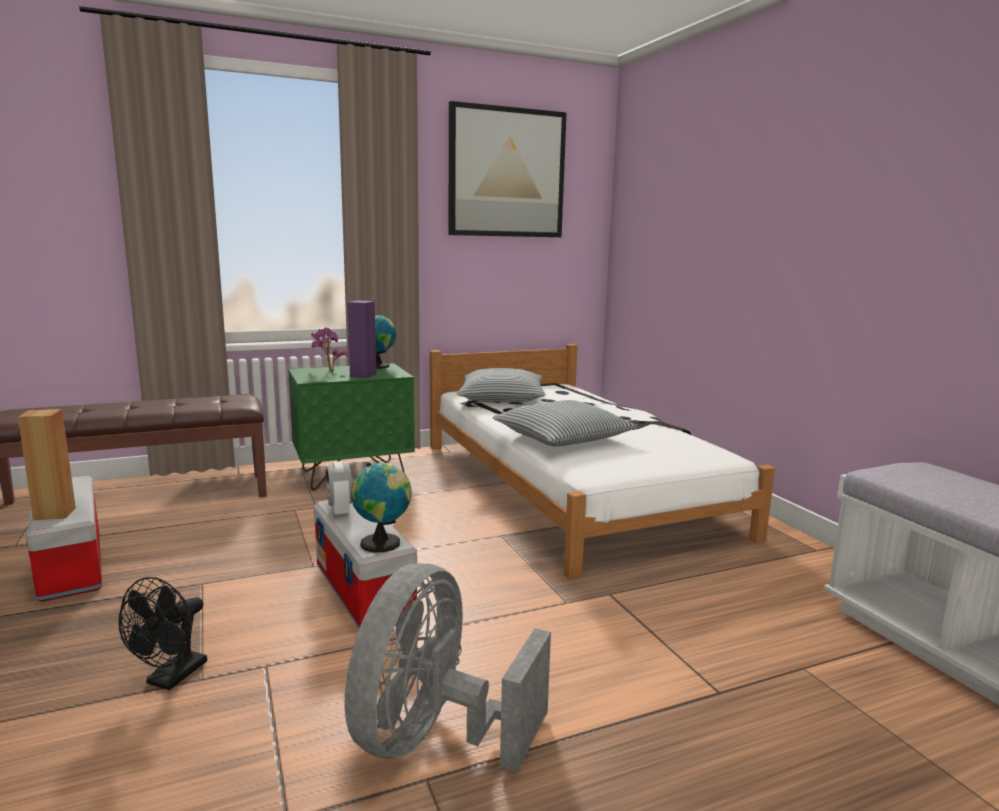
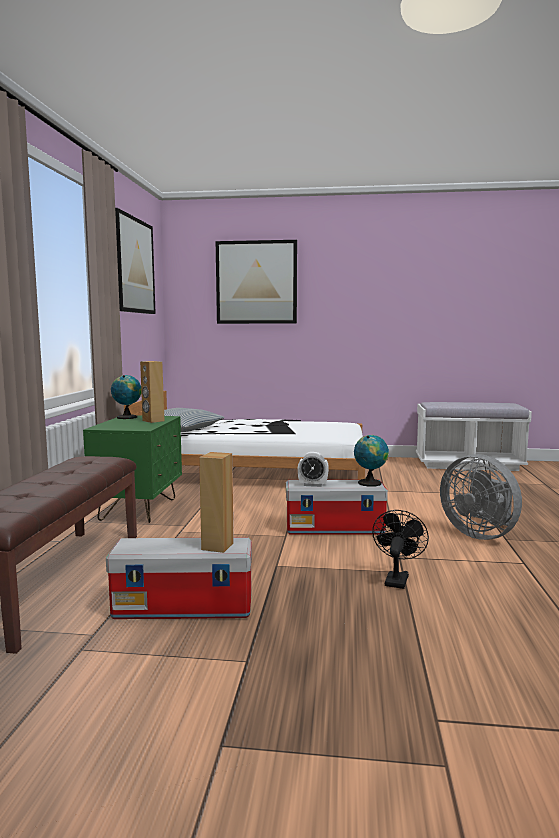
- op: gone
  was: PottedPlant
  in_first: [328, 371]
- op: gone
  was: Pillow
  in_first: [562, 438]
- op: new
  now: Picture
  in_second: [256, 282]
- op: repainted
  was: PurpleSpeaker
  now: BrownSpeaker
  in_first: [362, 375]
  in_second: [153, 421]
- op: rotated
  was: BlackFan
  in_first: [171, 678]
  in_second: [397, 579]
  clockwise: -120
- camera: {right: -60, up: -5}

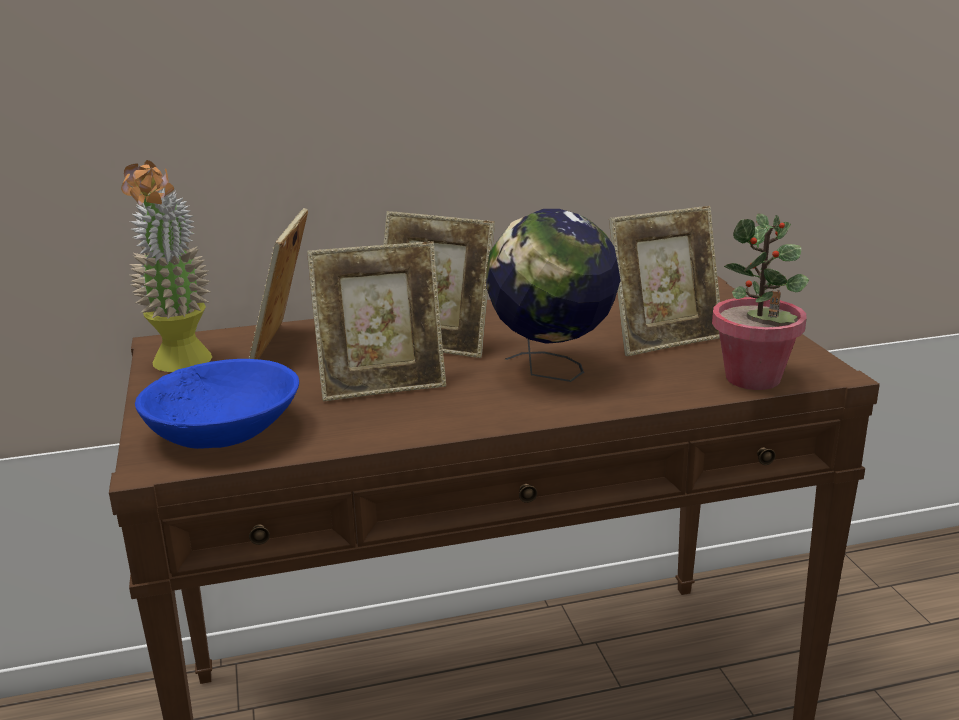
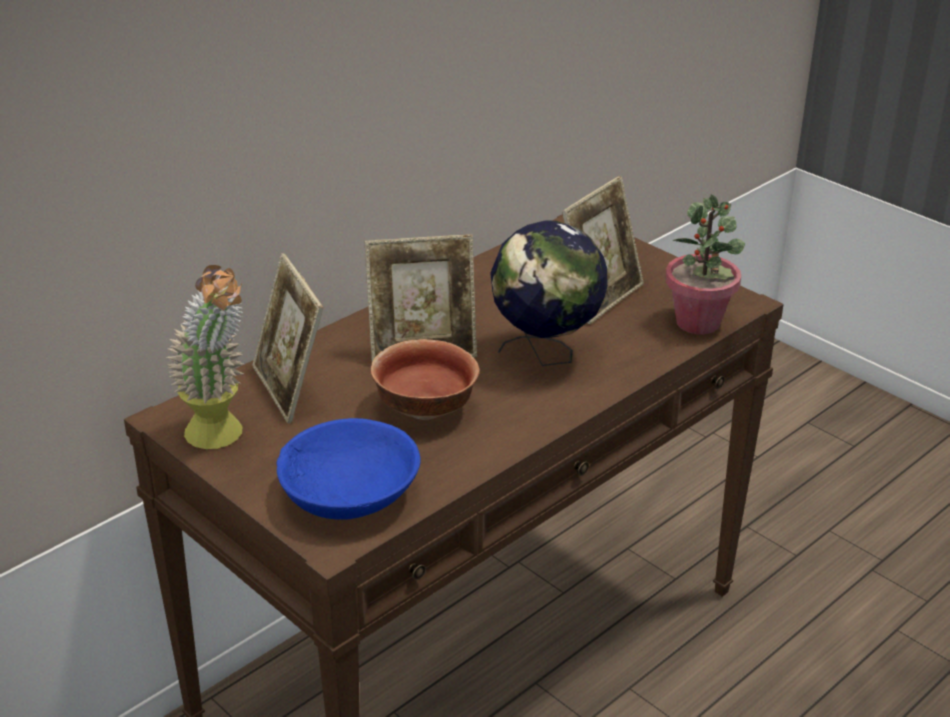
- op: swapped
  was: PictureFrame
  now: Bowl
  in_first: [382, 385]
  in_second: [426, 408]
- camera: {right: -30, up: 10}

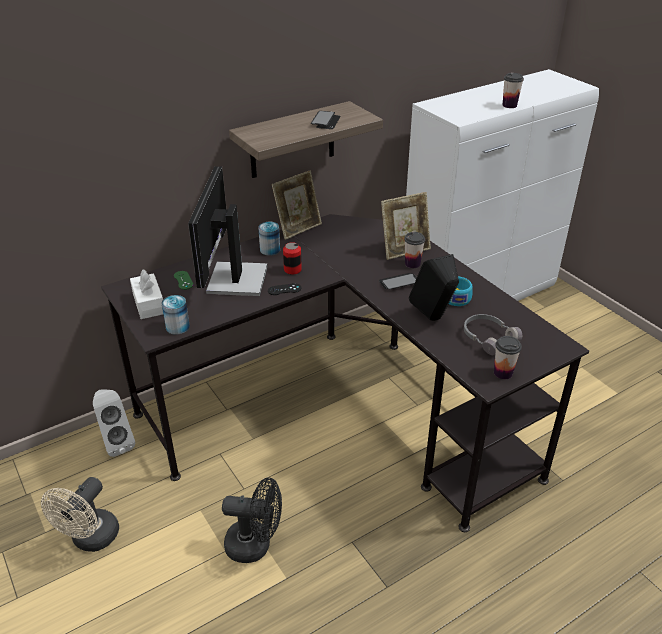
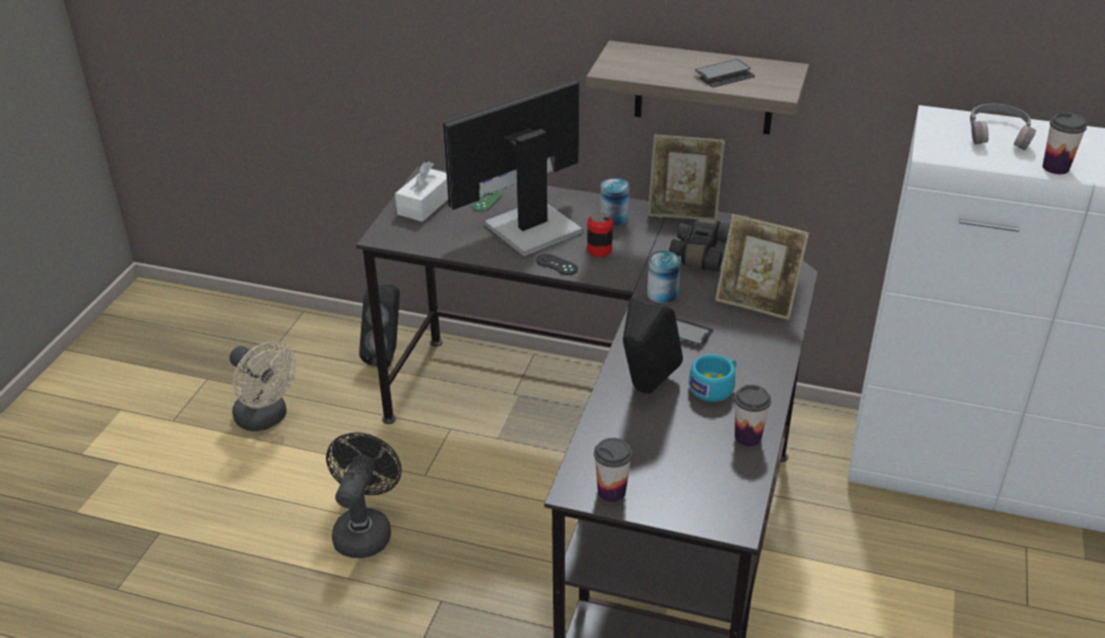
- op: new
  now: BlackBinoculars
  in_second: [699, 253]
- op: shifted
  was: Can
  in_first: [177, 327]
  in_second: [662, 294]
- op: shifted
  was: Cup
  in_first: [412, 264]
  in_second: [747, 437]
- op: shifted
  was: GreyHeadphones
  in_first: [488, 338]
  in_second: [999, 134]
- op: repainted
  was: WhiteSpeaker
  now: BlackSpeaker
  in_first: [116, 443]
  in_second: [387, 355]
- op: rotated
  was: BeigeFan
  in_first: [91, 540]
  in_second: [266, 419]
  clockwise: -120
- op: rotated
  was: BlackFan
  in_first: [255, 545]
  in_second: [365, 529]
  clockwise: -135
- camera: {right: 50, up: 0}

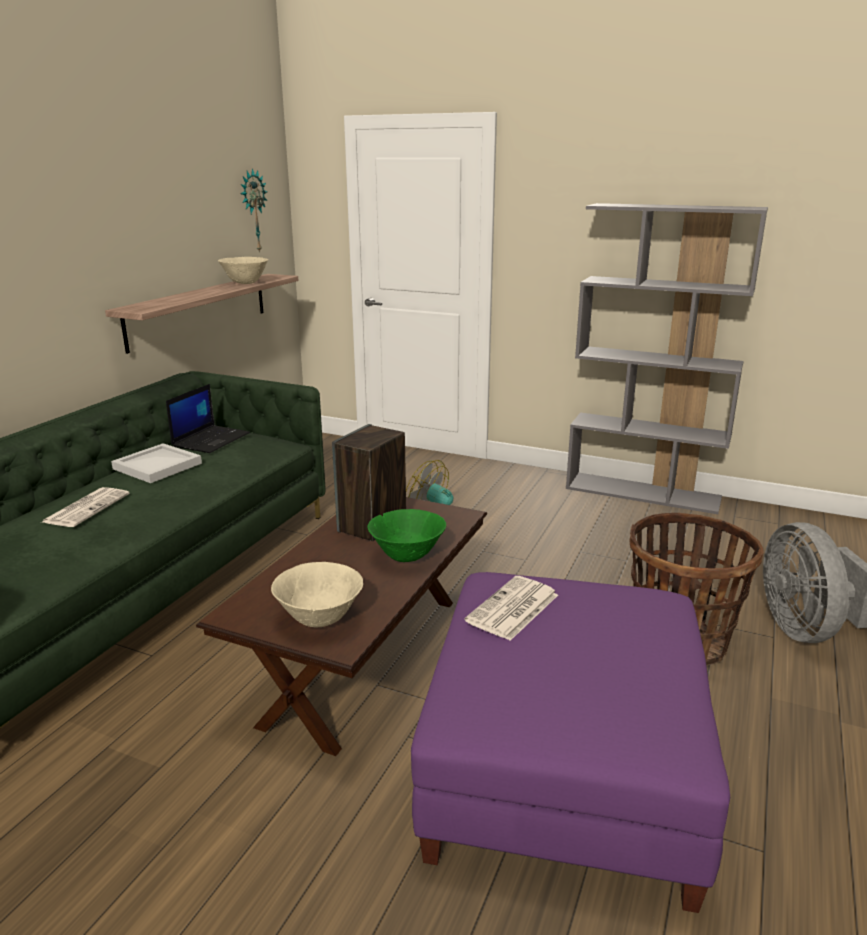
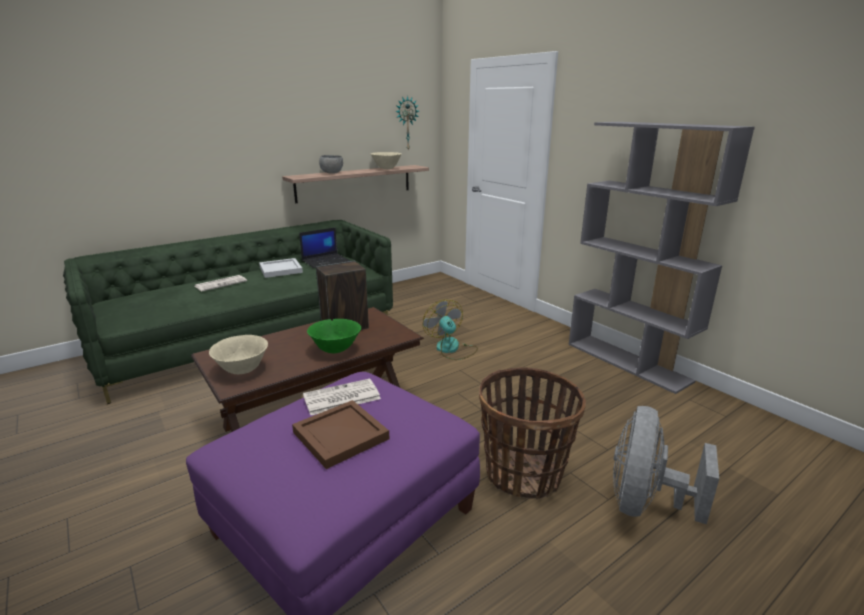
- op: new
  now: BrownTray
  in_second: [342, 435]
- op: new
  now: GreyBowl
  in_second: [332, 173]
- camera: {right: 30, up: 0}

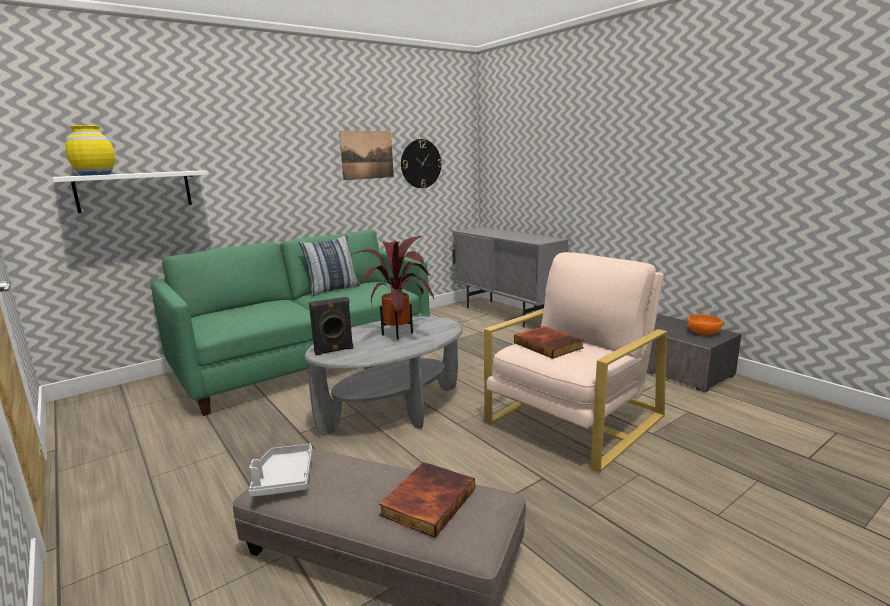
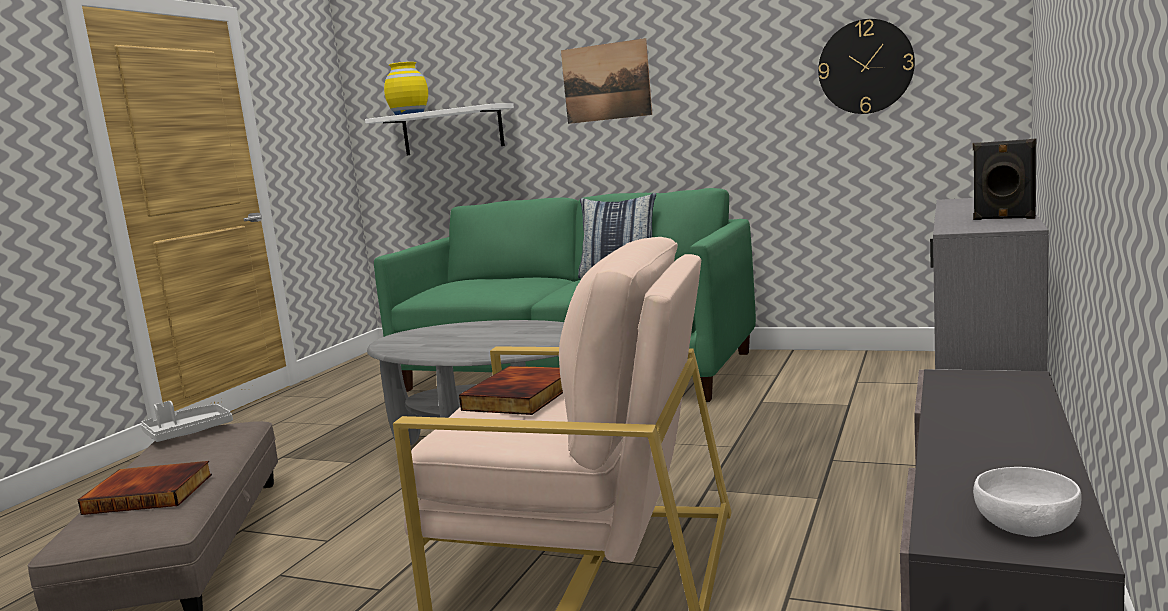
- op: gone
  was: PottedPlant
  in_first: [401, 333]
- op: shifted
  was: BlackSpeaker
  in_first: [334, 351]
  in_second: [1004, 218]
- op: shifted
  was: Picture
  in_first: [367, 155]
  in_second: [606, 82]
- op: repainted
  was: OrangeBowl
  now: WhiteBowl
  in_first: [703, 332]
  in_second: [1026, 525]
- camera: {right: 60, up: -5}

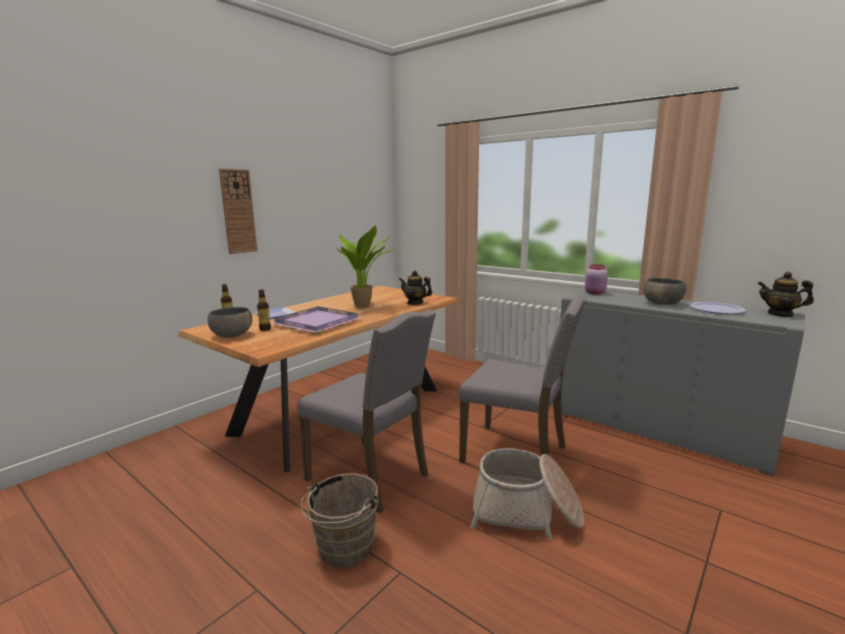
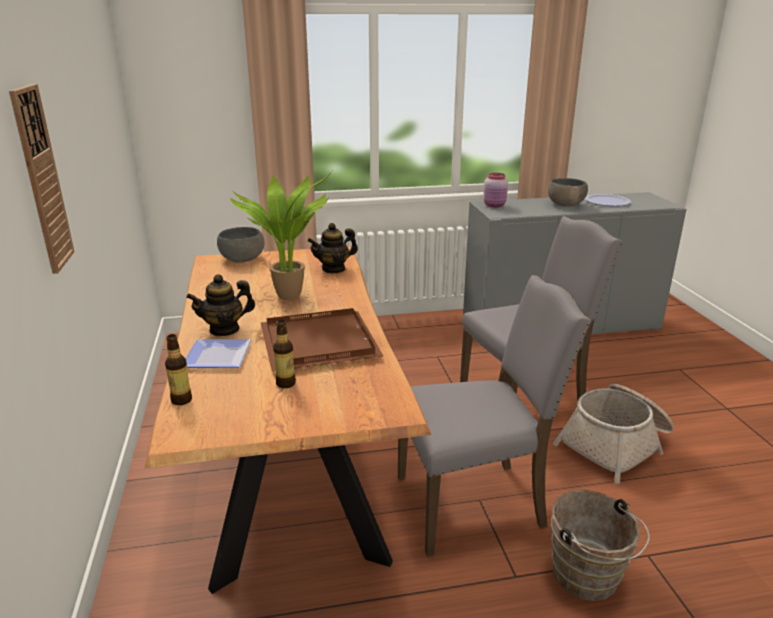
- op: shifted
  was: GreyBowl
  in_first: [232, 335]
  in_second: [242, 259]
- op: shifted
  was: Teapot
  in_first: [780, 314]
  in_second: [224, 329]
- op: repainted
  was: PurpleTray
  now: BrownTray
  in_first: [317, 323]
  in_second: [321, 343]
- camera: {right: -50, up: 10}

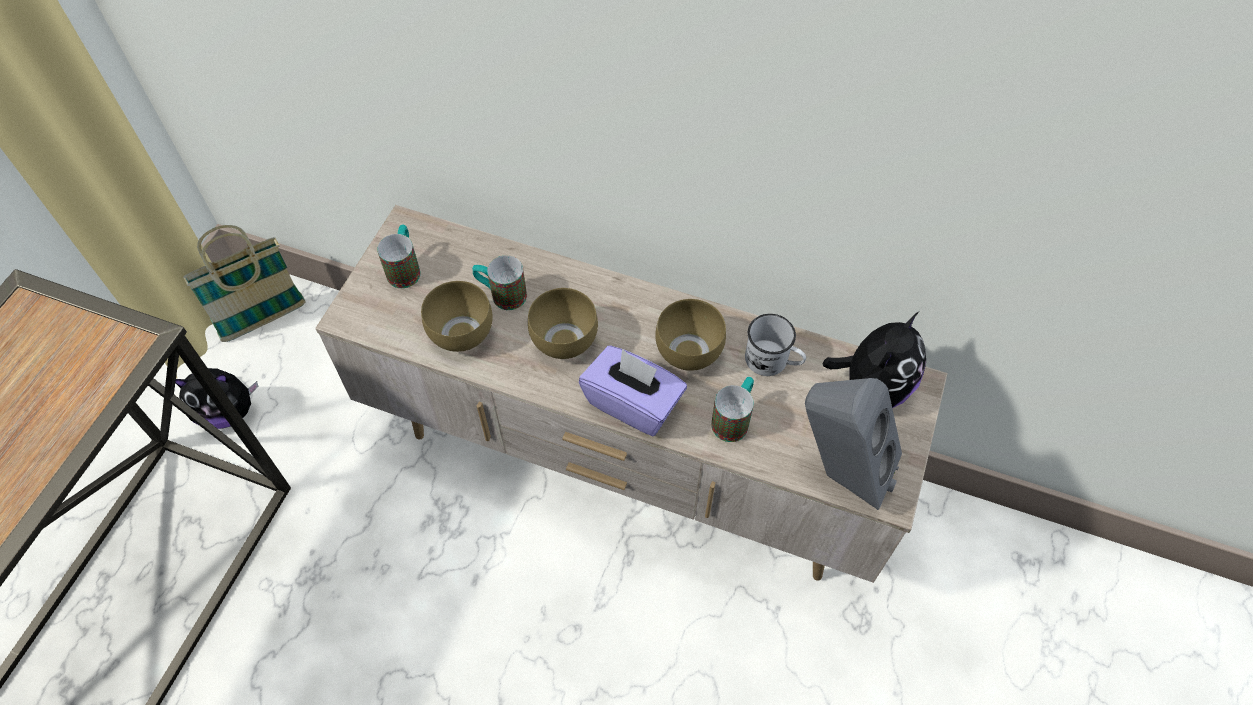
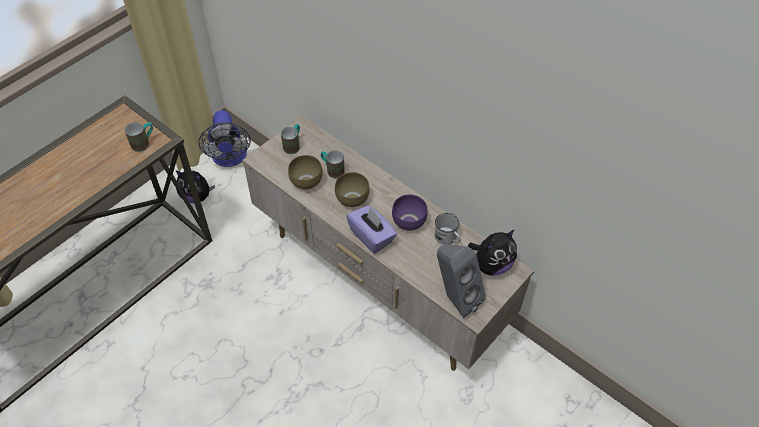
- op: shifted
  was: Mug
  in_first: [734, 418]
  in_second: [144, 143]
- op: swapped
  was: Basket
  now: Fan
  in_first: [264, 320]
  in_second: [230, 158]
- op: repainted
  was: BrownBowl
  now: PurpleBowl
  in_first: [687, 354]
  in_second: [407, 222]
- camera: {right: 20, up: -5}

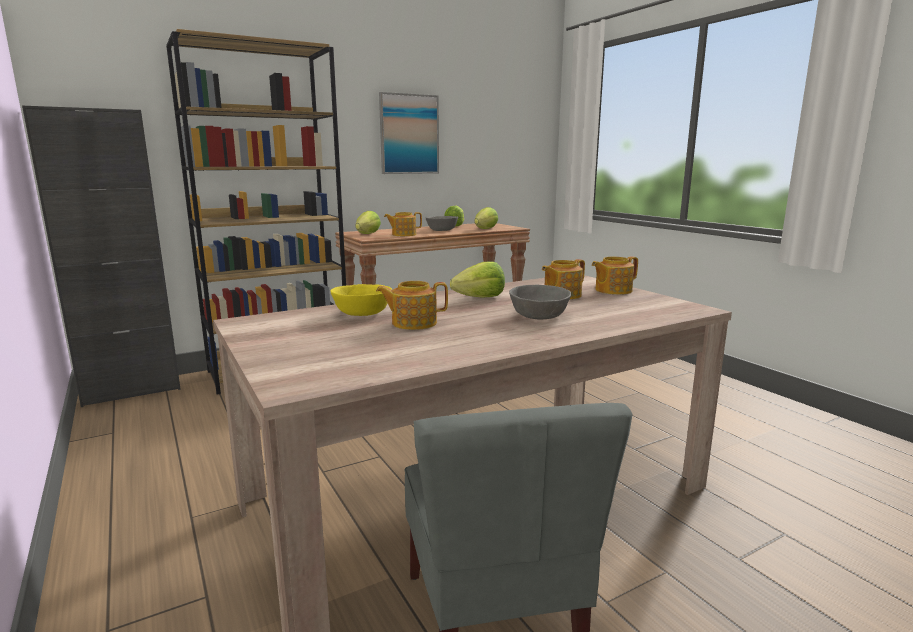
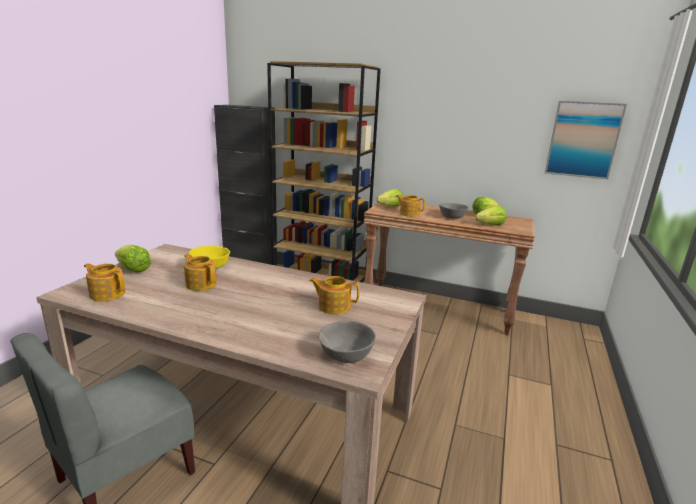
- op: shifted
  was: Picture
  in_first: [409, 134]
  in_second: [583, 139]
- op: shifted
  was: Lettuce
  in_first: [480, 298]
  in_second: [133, 270]
- op: shifted
  was: GreyBowl
  in_first: [539, 316]
  in_second: [346, 355]
- op: shifted
  was: Teapot
  in_first: [612, 290]
  in_second: [107, 294]
- camera: {right: 50, up: 5}

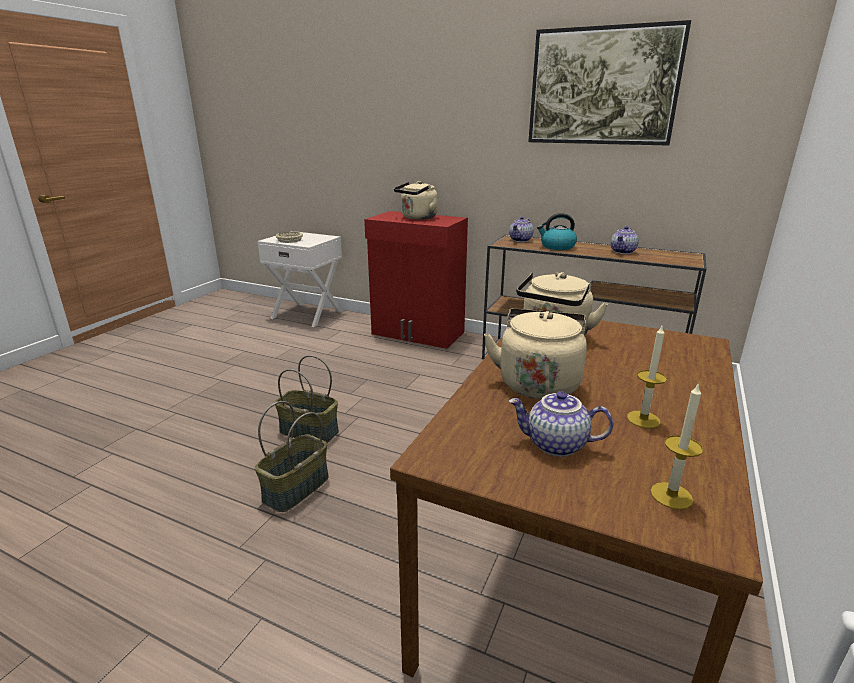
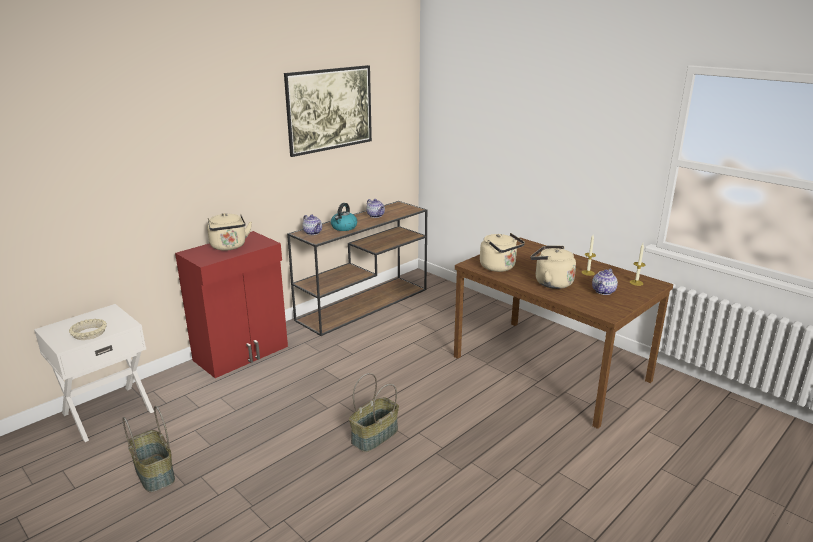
- op: shifted
  was: Basket
  in_first: [296, 489]
  in_second: [155, 473]
- camera: {right: -70, up: 0}

